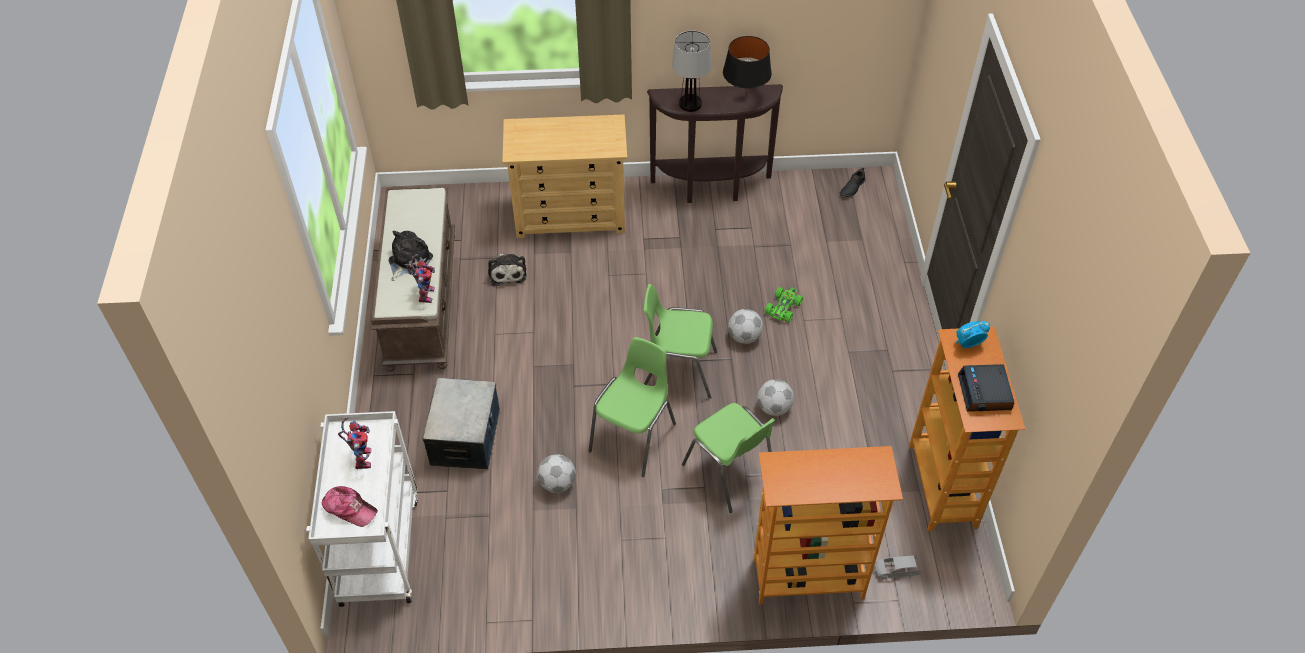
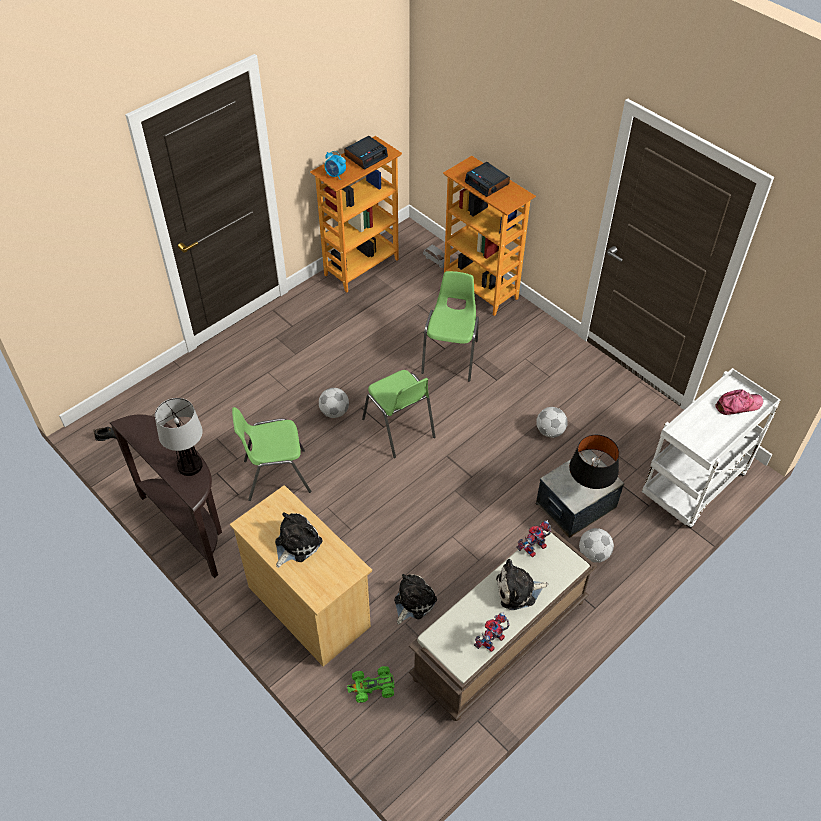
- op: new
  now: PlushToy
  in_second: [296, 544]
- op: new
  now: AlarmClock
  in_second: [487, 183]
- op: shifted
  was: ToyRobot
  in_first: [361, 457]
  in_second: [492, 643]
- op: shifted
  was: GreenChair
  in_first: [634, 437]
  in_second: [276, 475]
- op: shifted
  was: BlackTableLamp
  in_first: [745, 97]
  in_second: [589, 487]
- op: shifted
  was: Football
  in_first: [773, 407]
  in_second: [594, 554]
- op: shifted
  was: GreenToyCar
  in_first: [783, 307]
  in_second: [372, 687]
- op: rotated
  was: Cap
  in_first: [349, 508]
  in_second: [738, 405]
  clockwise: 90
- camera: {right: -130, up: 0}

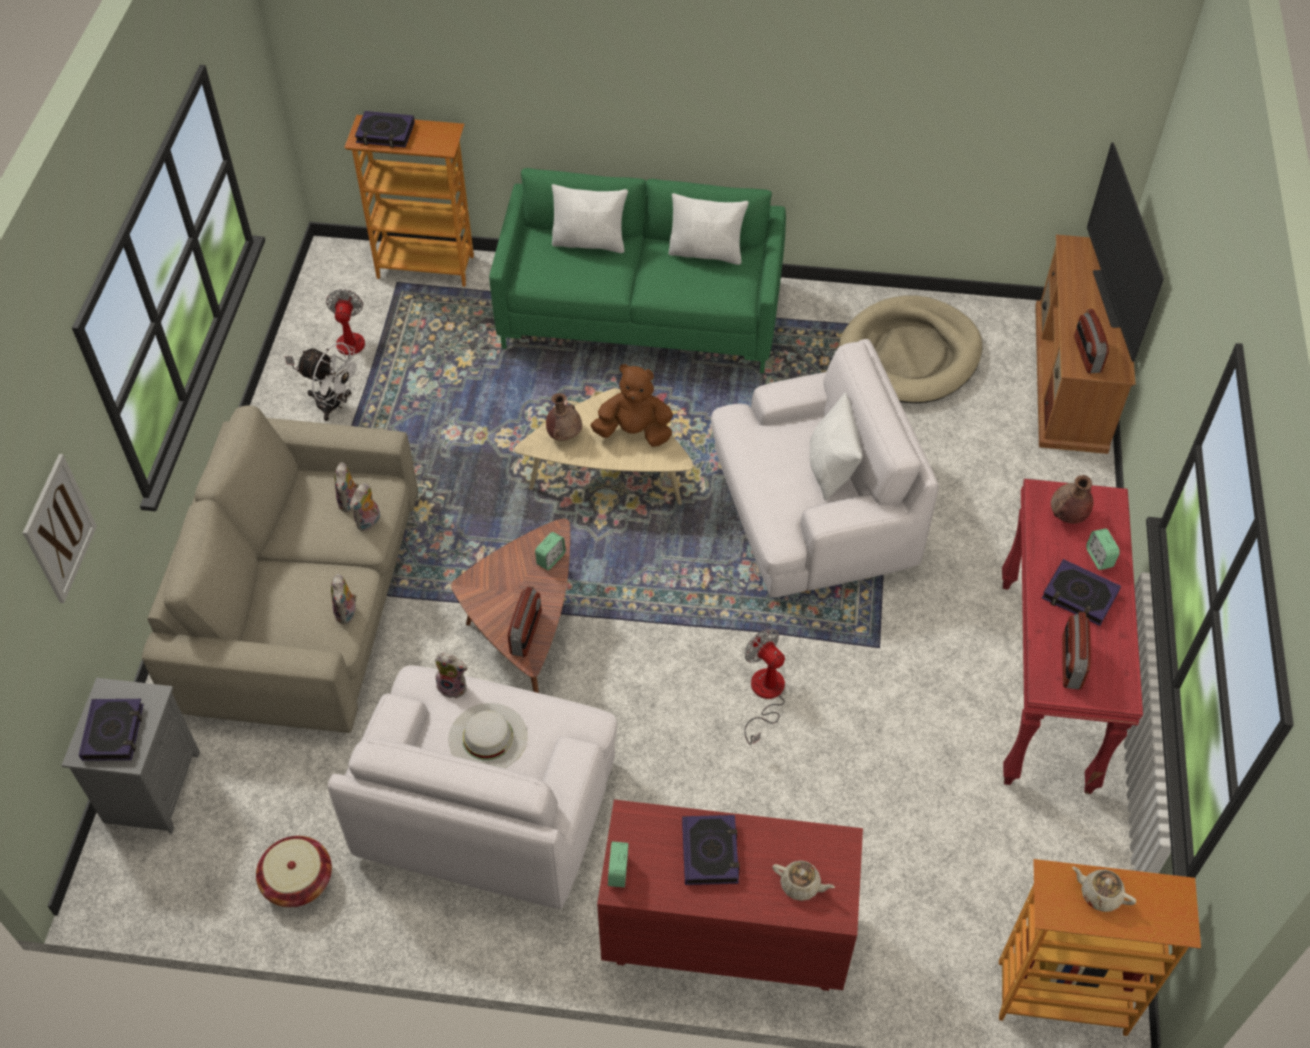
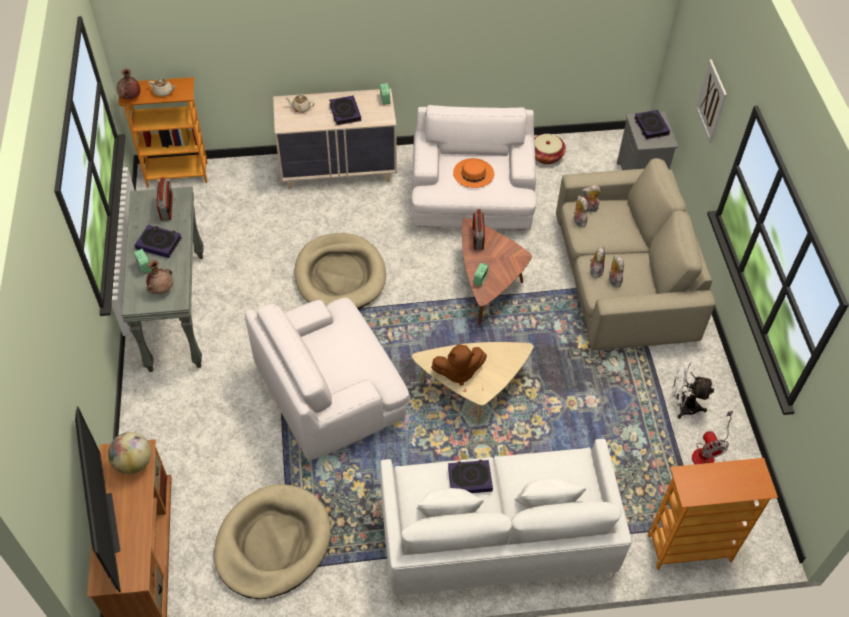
- op: gone
  was: WhitePillow
  in_first: [831, 469]
- op: shifted
  was: Book
  in_first: [385, 133]
  in_second: [469, 479]
- op: shifted
  was: PlushToy
  in_first: [454, 686]
  in_second: [589, 209]
- op: shifted
  was: BrownVase
  in_first: [564, 434]
  in_second: [130, 97]
- op: swapped
  was: Fan
  now: BeigeDogBed
  in_first: [765, 695]
  in_second: [340, 275]
- op: swapped
  was: Radio
  now: Globe
  in_first: [1087, 355]
  in_second: [134, 463]
- op: repainted
  was: WhiteHat
  now: OrangeHat
  in_first: [487, 737]
  in_second: [473, 173]
- op: repainted
  was: GreenSofa
  now: WhiteSofa
  in_first: [641, 314]
  in_second: [496, 537]
- op: repainted
  was: RedDresser
  now: BeigeDresser
  in_first: [724, 936]
  in_second: [339, 170]
- op: repainted
  was: RedConsoleTable
  now: GreyConsoleTable
  in_first: [1046, 685]
  in_second: [176, 311]
- camera: {right: 165, up: 0}

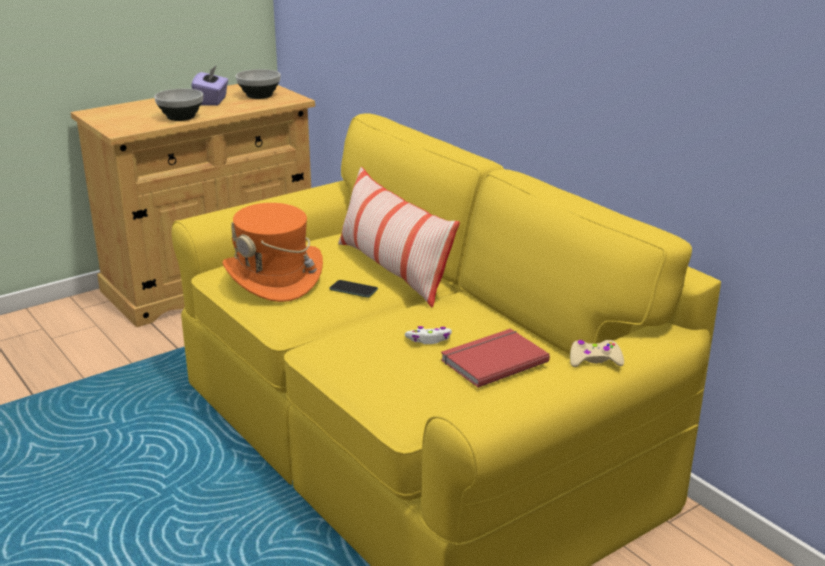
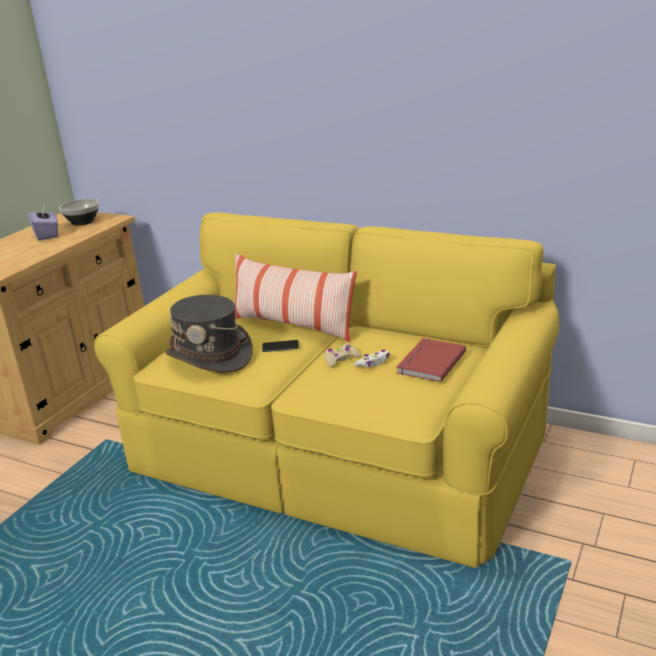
- op: gone
  was: Bowl
  in_first: [180, 117]
- op: shifted
  was: BeigeGameController
  in_first: [594, 360]
  in_second: [341, 359]
- op: repainted
  was: OrangeHat
  now: GreyHat
  in_first: [274, 278]
  in_second: [210, 356]
- camera: {right: -25, up: 0}

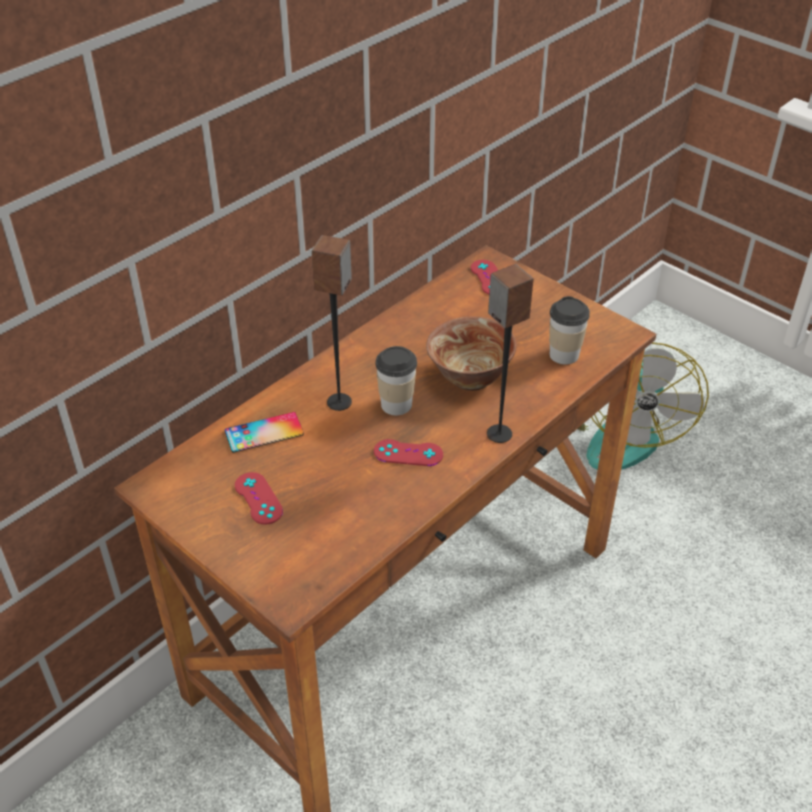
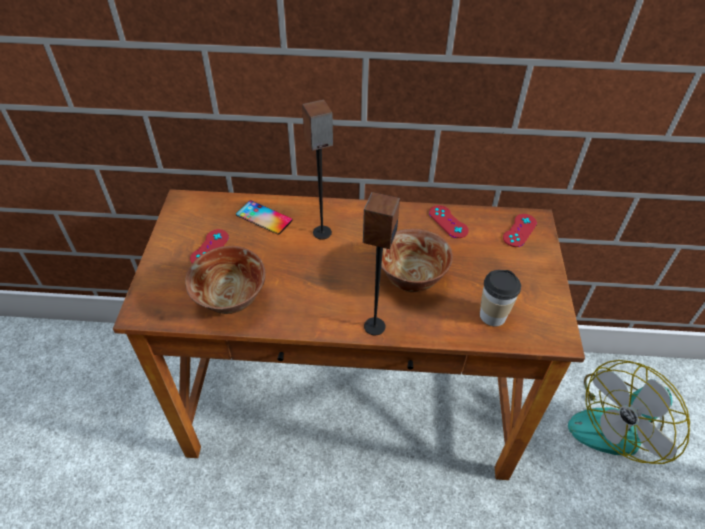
- op: gone
  was: Cup
  in_first: [396, 405]
- op: new
  now: Bowl
  in_second: [232, 300]
- op: shifted
  was: RedGameController
  in_first: [408, 453]
  in_second: [448, 222]
- camera: {right: 50, up: 5}

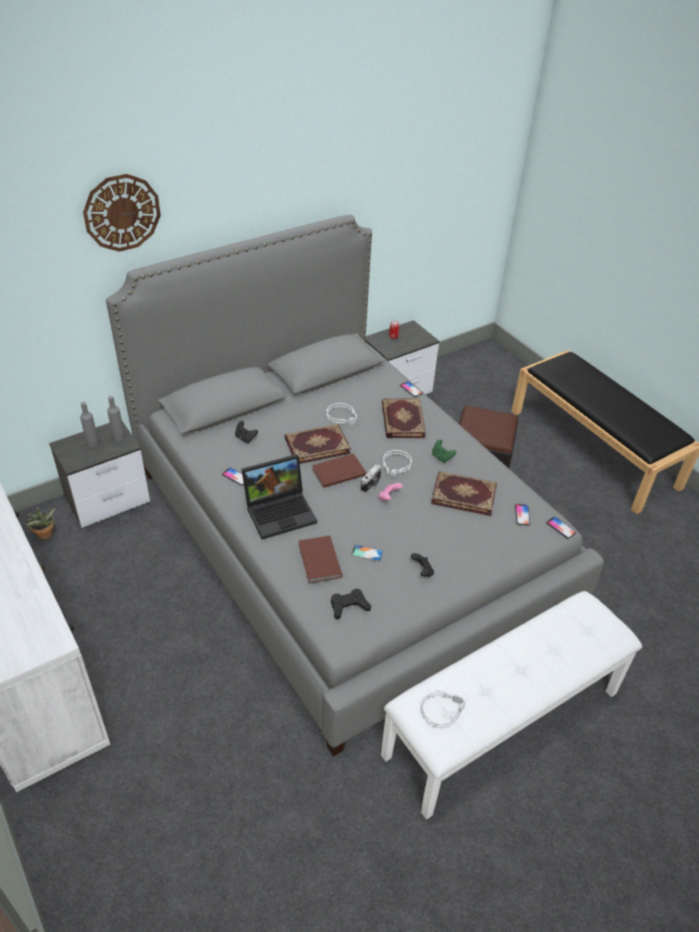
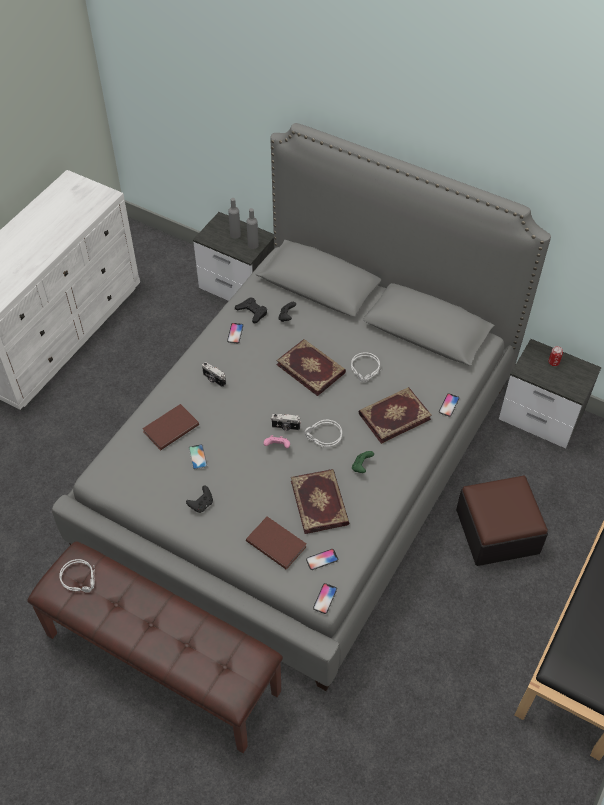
- op: gone
  was: PottedPlant
  in_first: [45, 536]
- op: gone
  was: WallClock
  in_first: [122, 212]
- op: shifted
  was: BrownBook
  in_first: [337, 472]
  in_second: [276, 542]
- op: shifted
  was: BlackGameController
  in_first: [349, 606]
  in_second: [252, 312]
- op: swapped
  was: Laptop
  now: PhotoCamera
  in_first: [281, 511]
  in_second: [213, 380]
- op: repainted
  was: WhiteBench
  now: BrownBench
  in_first: [502, 722]
  in_second: [163, 662]
- camera: {right: 65, up: 10}

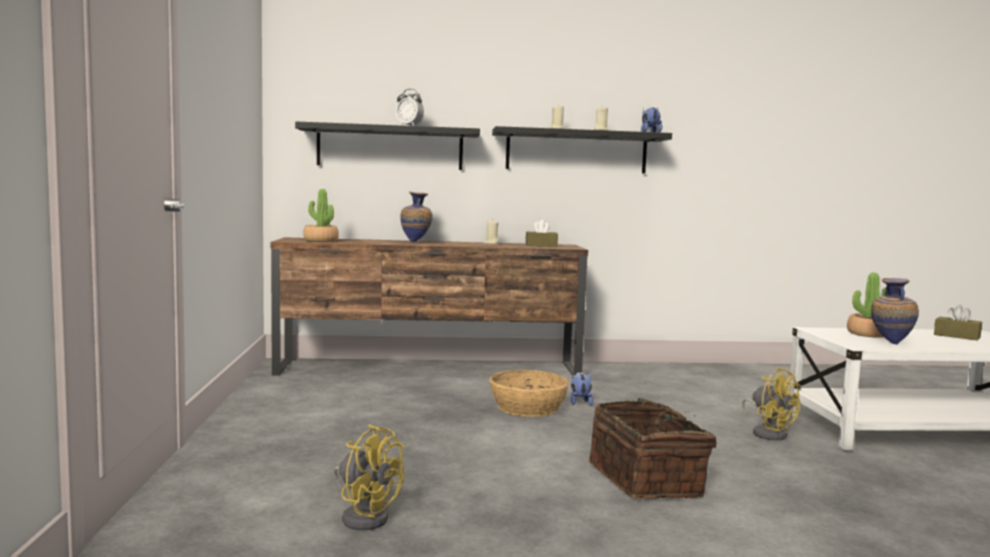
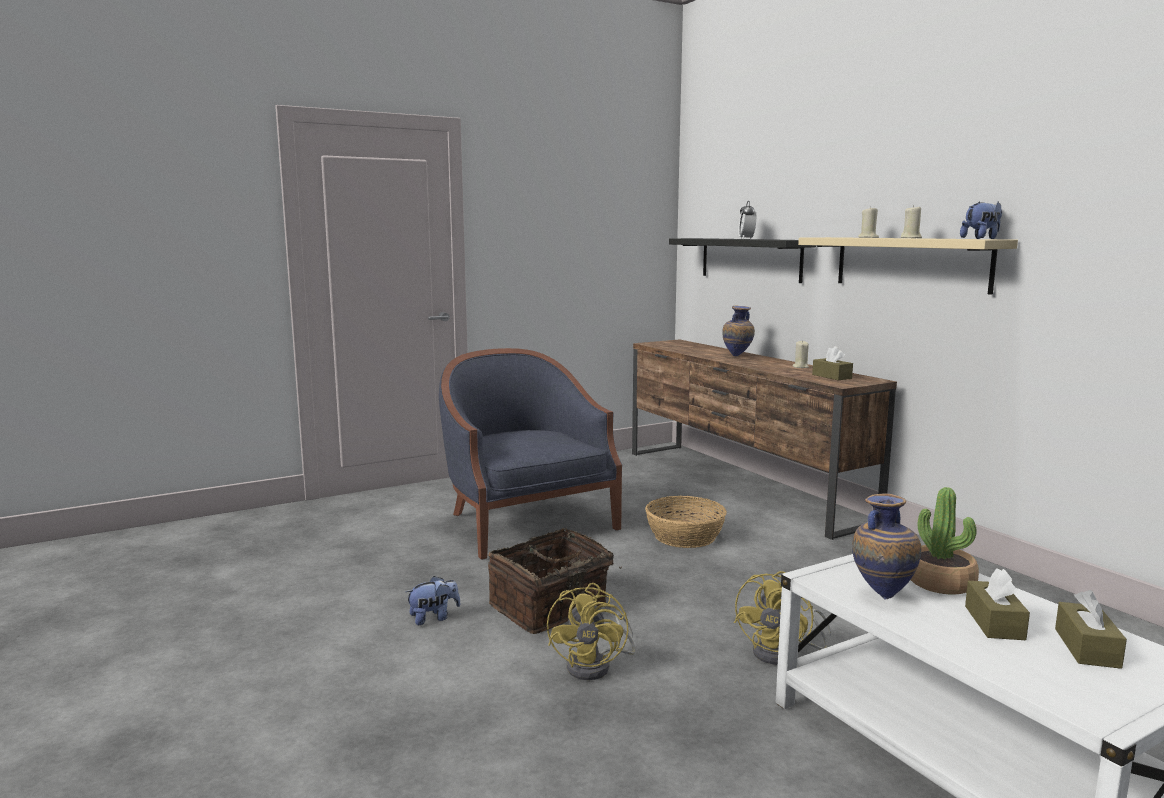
- op: gone
  was: PottedPlant
  in_first: [321, 240]
- op: new
  now: BlueArmchair
  in_second: [526, 524]
- op: new
  now: BrownTissueBox
  in_second: [994, 623]
- op: shifted
  was: YellowFan
  in_first: [365, 516]
  in_second: [596, 666]
- op: shifted
  was: PlushToy
  in_first: [580, 402]
  in_second: [433, 618]
- op: repainted
  was: BlackShelf
  now: BeigeShelf
  in_first: [576, 151]
  in_second: [910, 263]
- camera: {right: 65, up: 5}

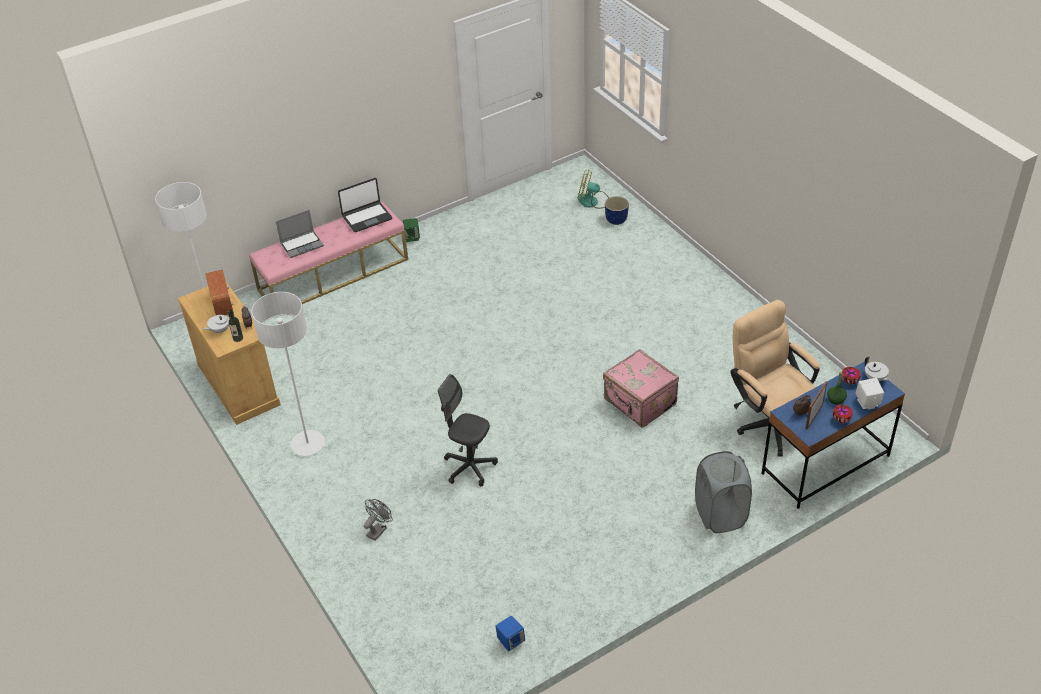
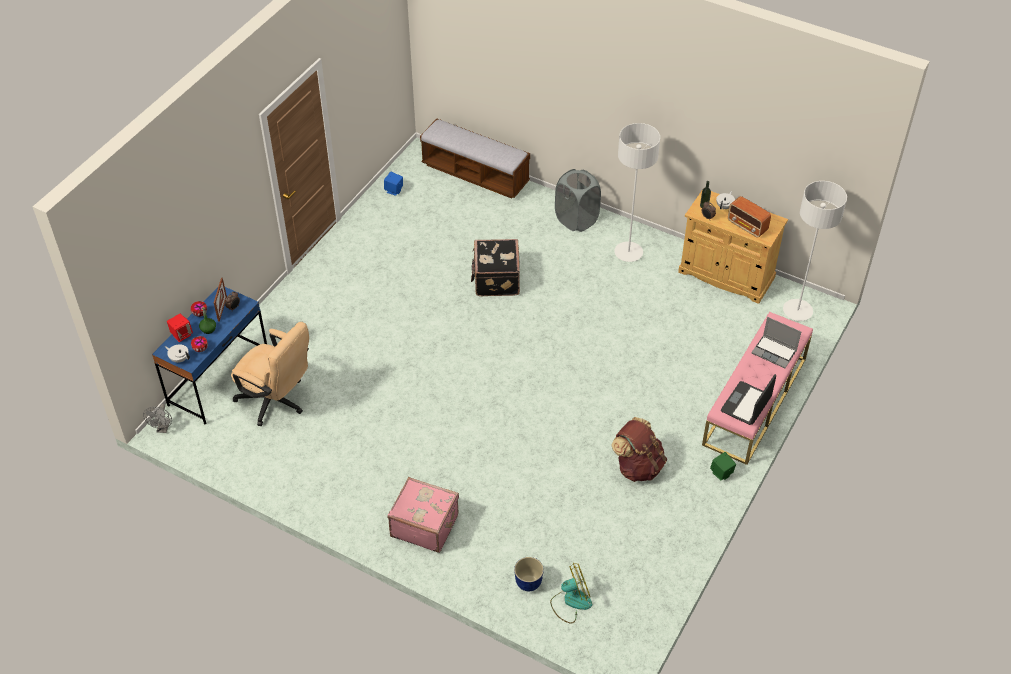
- op: new
  now: Bench
  in_second: [475, 174]
- op: new
  now: BrownBackpack
  in_second: [638, 466]
- op: shifted
  was: GreyFan
  in_first: [378, 529]
  in_second: [163, 428]
- op: shifted
  was: PinkSuitcase
  in_first: [639, 403]
  in_second: [424, 525]
- op: shifted
  was: GreyLaundryBasket
  in_first: [720, 515]
  in_second: [576, 219]
- op: swapped
  was: GreyOfficeChair
  now: BlackSuitcase
  in_first: [469, 467]
  in_second: [495, 279]
- op: repainted
  was: WhiteSpeaker
  now: RedSpeaker
  in_first: [867, 403]
  in_second: [181, 335]
- op: rotated
  was: Laptop
  in_first: [302, 244]
  in_second: [774, 352]
  clockwise: -90
- camera: {right: 150, up: 5}

